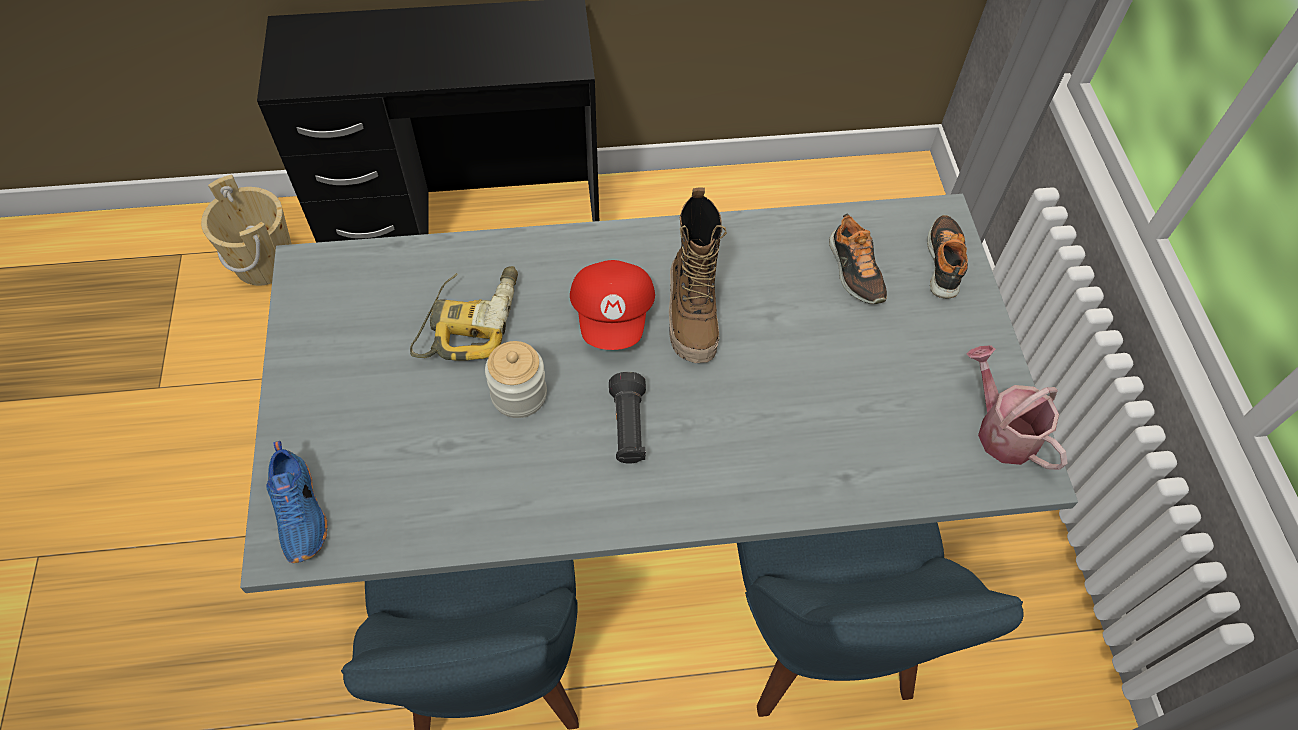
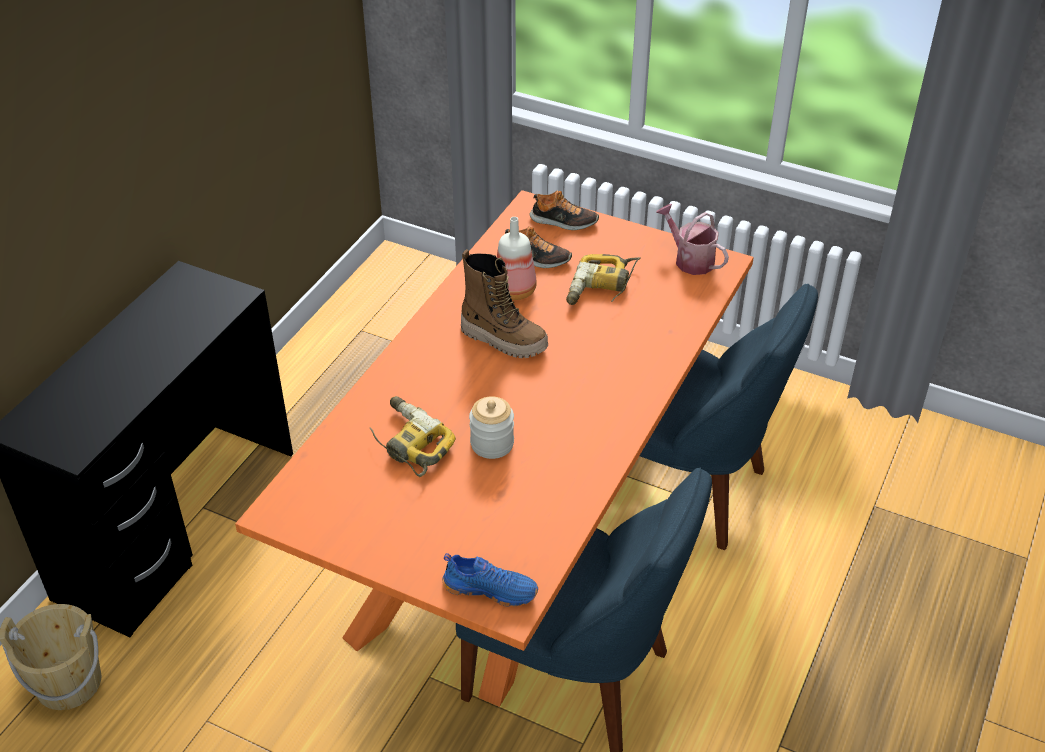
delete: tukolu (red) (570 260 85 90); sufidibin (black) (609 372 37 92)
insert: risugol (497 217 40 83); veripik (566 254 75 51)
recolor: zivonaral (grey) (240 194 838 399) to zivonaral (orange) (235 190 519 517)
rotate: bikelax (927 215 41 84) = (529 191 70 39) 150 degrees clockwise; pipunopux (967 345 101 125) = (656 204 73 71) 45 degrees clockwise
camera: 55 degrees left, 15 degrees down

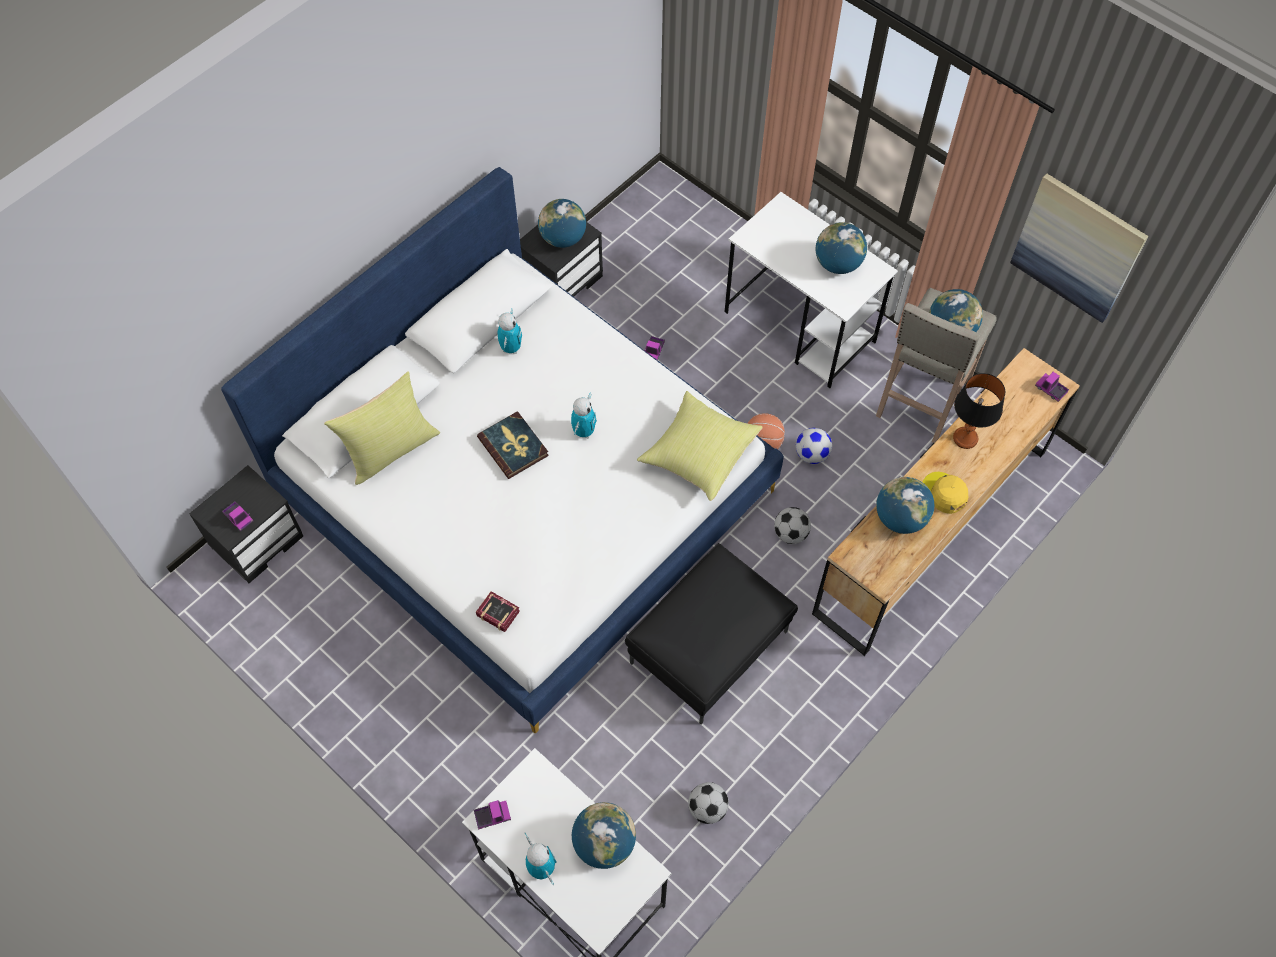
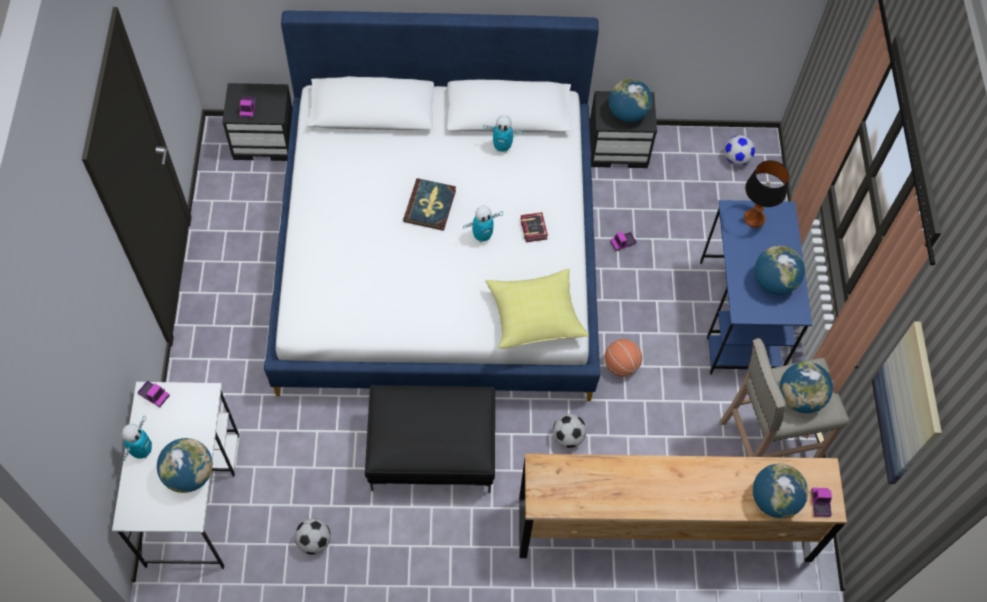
delete: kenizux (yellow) (324 371 116 114); tukolu (yellow) (923 472 45 42)
move: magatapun (476 591 44 41) to (521 212 27 30); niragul (796 428 36 36) to (724 135 31 31); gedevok (953 373 52 76) to (744 160 45 68); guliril (876 477 58 57) to (753 463 55 55)
recolor: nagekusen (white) (725 192 173 196) to nagekusen (blue) (700 200 112 174)
rotate: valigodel (498 309 24 45) = (483 115 41 38) 45 degrees clockwise
camera: 45 degrees right, 0 degrees up

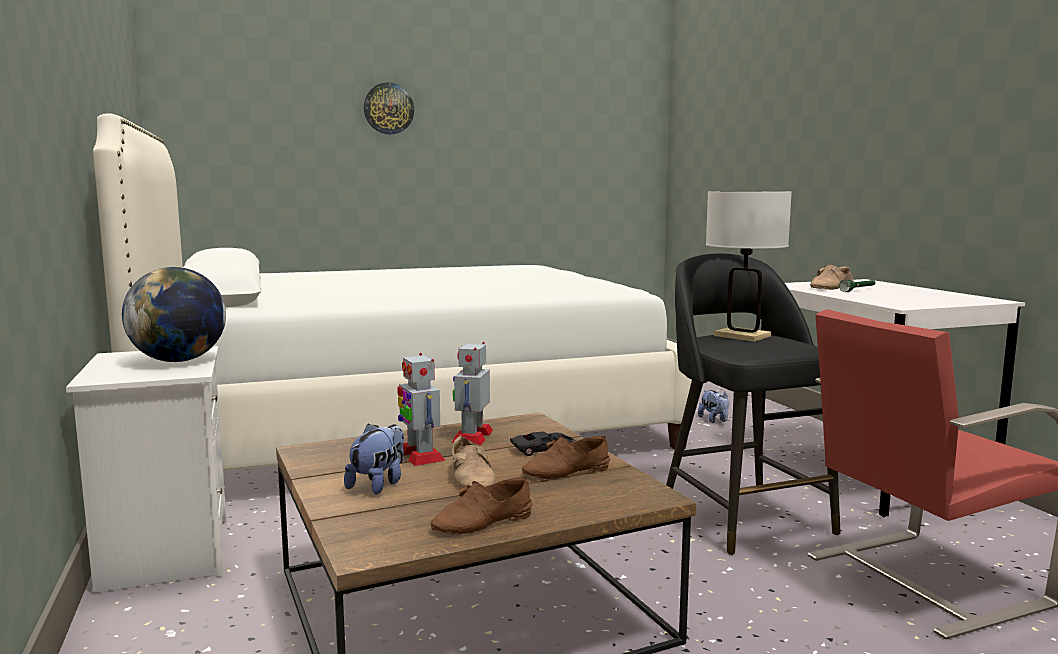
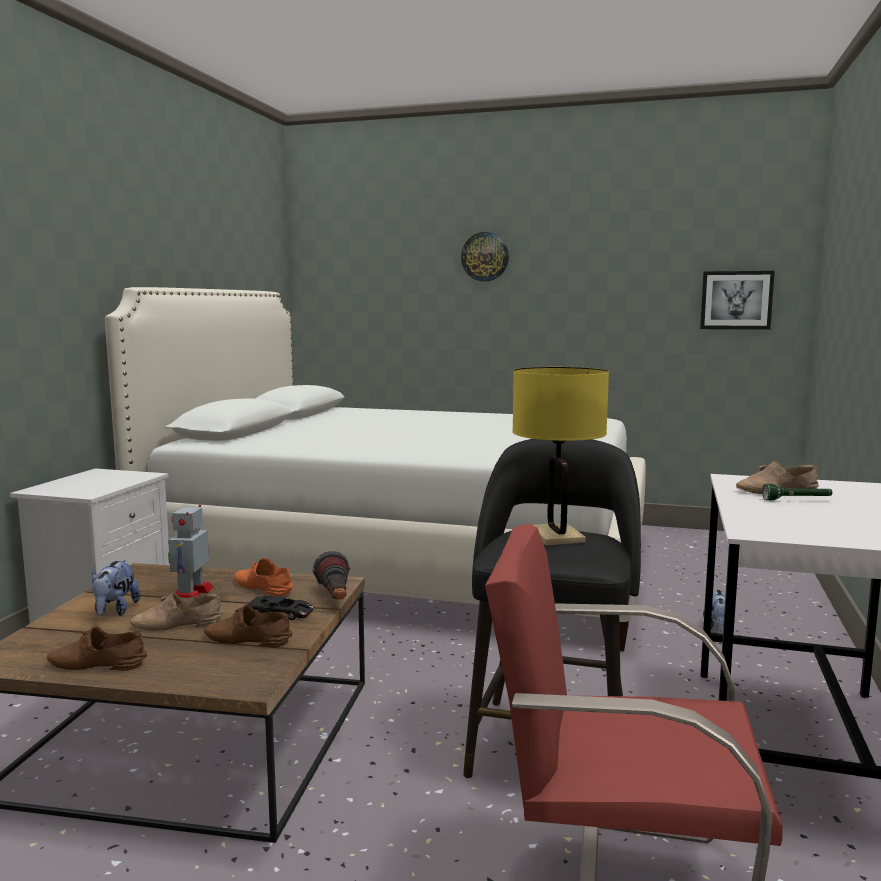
delete: guliril (122 267 104 95)
insert: sufidibin (313 551 37 49); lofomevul (700 271 75 59)
replace: valigodel (452 342 41 103) to bikelax (orange) (234 558 59 38)
recolor: gedevok (white) (706 191 86 151) to gedevok (yellow) (512 367 97 178)
rotate: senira (344 423 60 72) = (92 560 49 56) 120 degrees clockwise; bikelax (beige) (453 435 43 54) = (130 592 93 39) 60 degrees clockwise
camera: 35 degrees right, 0 degrees up

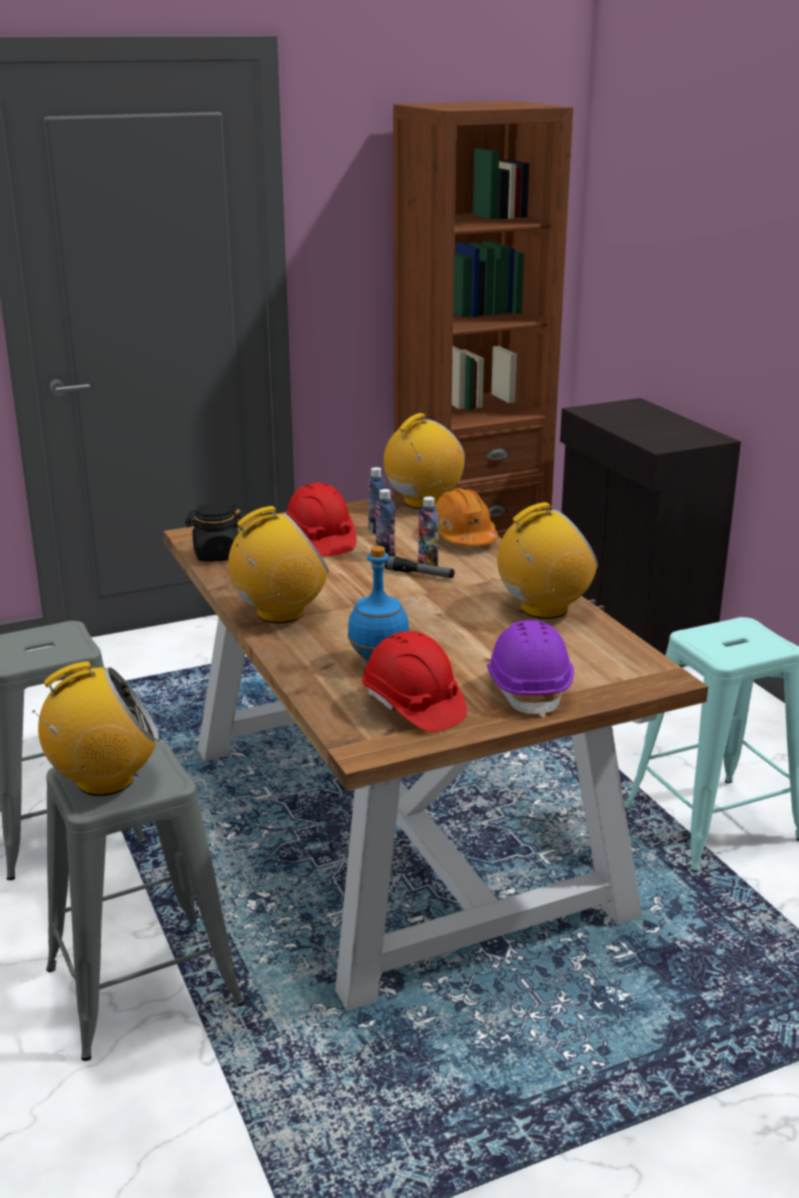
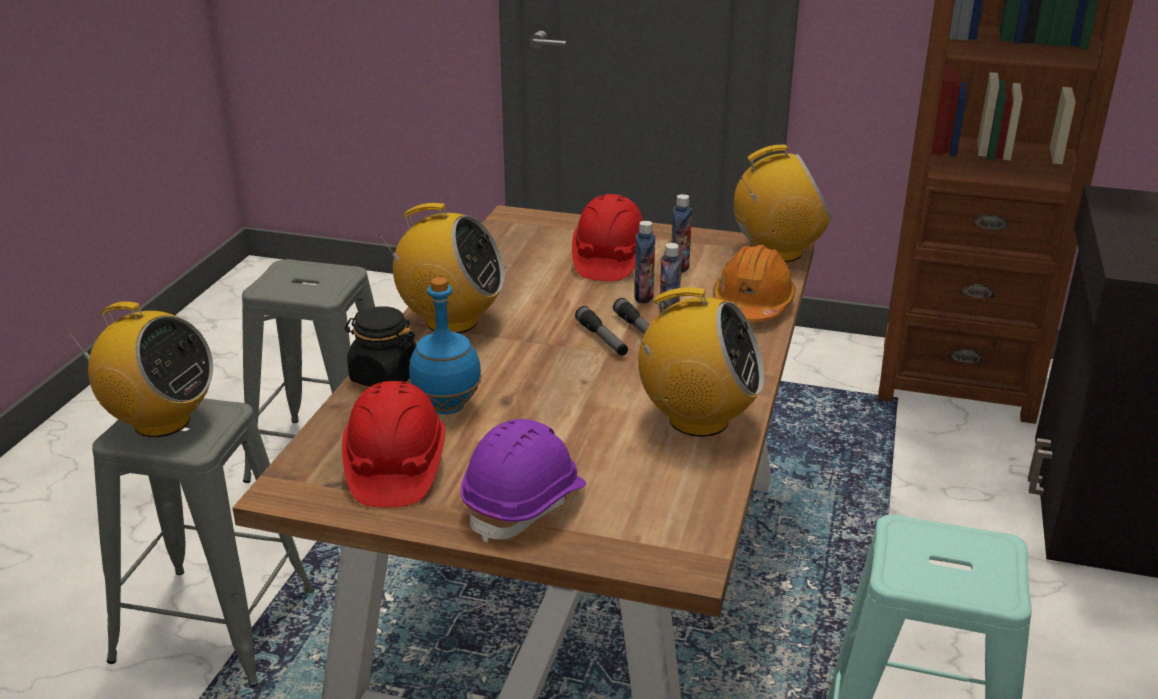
insert: sufidibin (575 306 53 50)
move: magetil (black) (185 502 57 60) to (345 306 71 81)
camera: 40 degrees right, 5 degrees up

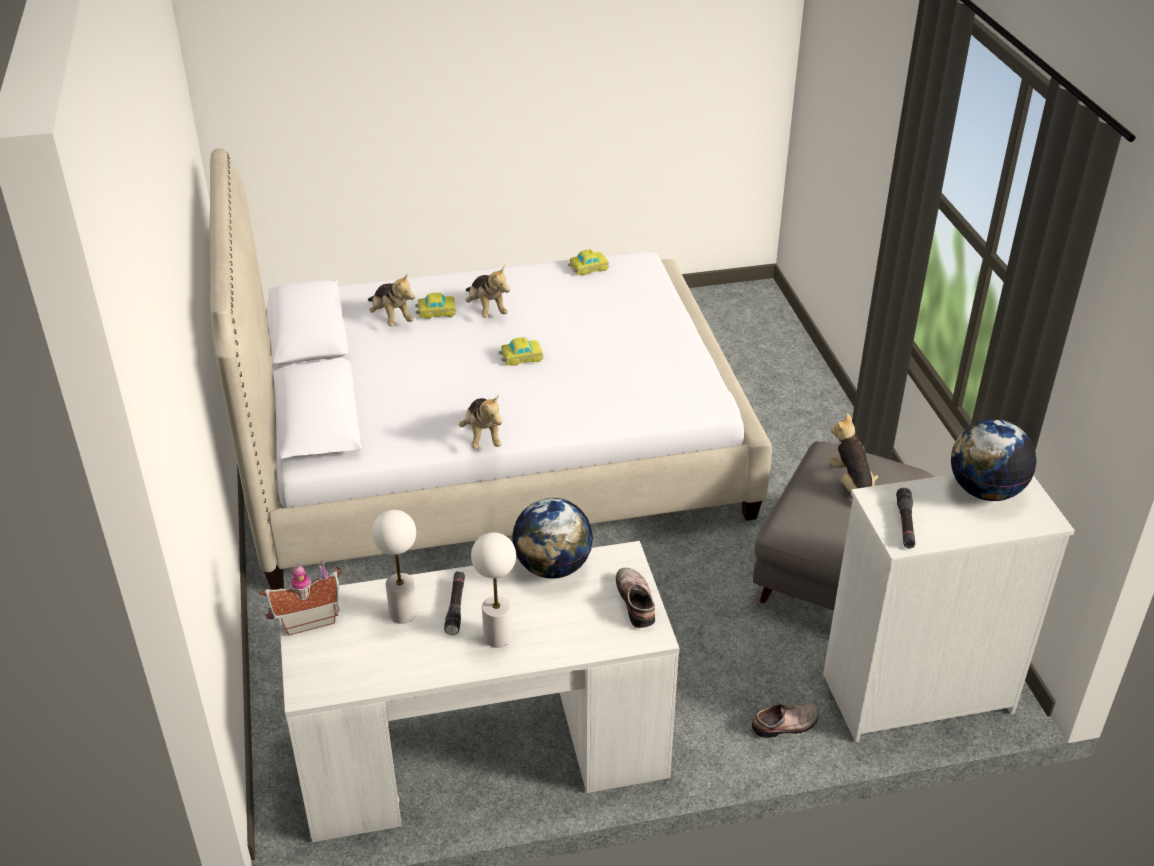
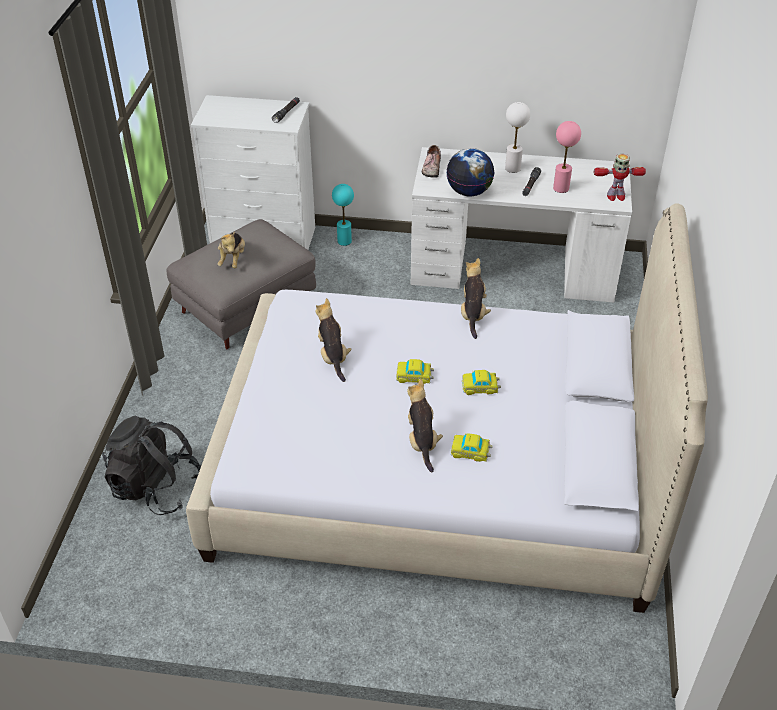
delete: guliril (951 419 86 82)
insert: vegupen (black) (102 416 99 99)
move: senira (368 272 47 54) to (316 298 36 84); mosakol (568 249 41 26) to (462 370 39 25)
replace: bikelax (752 702 67 36) to gedevok (turquoise) (332 184 22 62); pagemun (259 560 84 76) to valigodel (594 153 52 48)
recolor: gedevok (white) (372 510 45 114) to gedevok (pink) (553 121 28 72)
camera: 160 degrees left, 5 degrees up

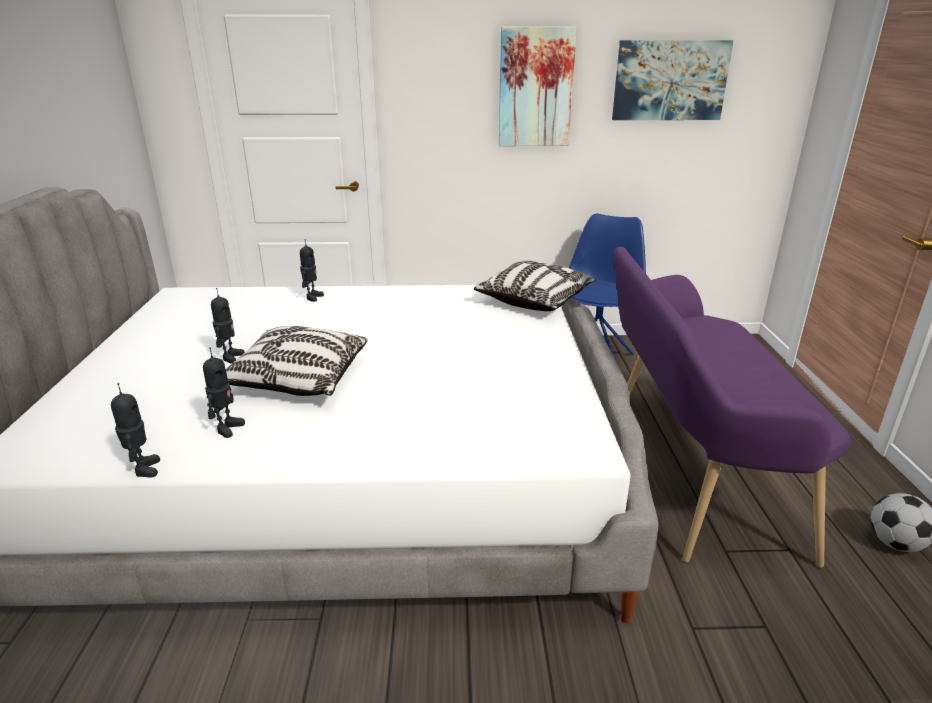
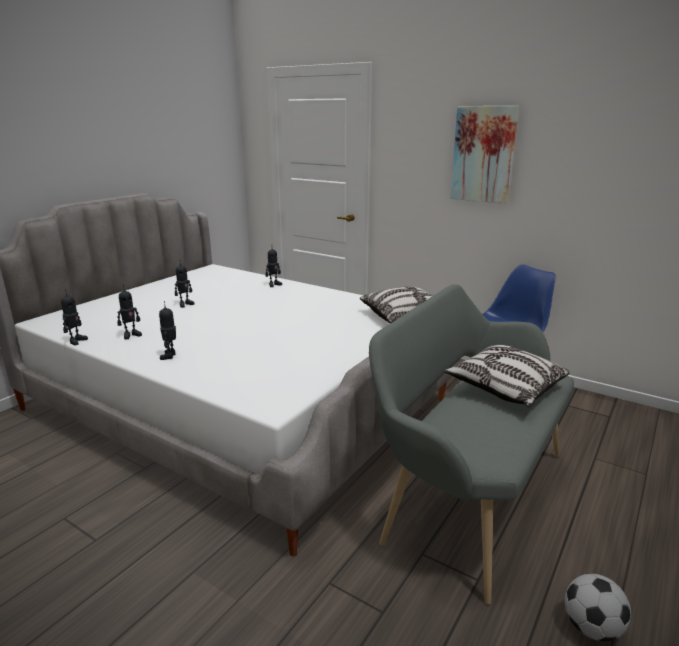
delete: lofomevul (612 40 122 80)
insert: valigodel (159 301 17 59)
move: kenizux (226 326 142 70) to (444 345 126 62)
recolor: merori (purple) (614 247 237 321) to merori (grey) (369 284 205 321)
camera: 35 degrees right, 5 degrees down

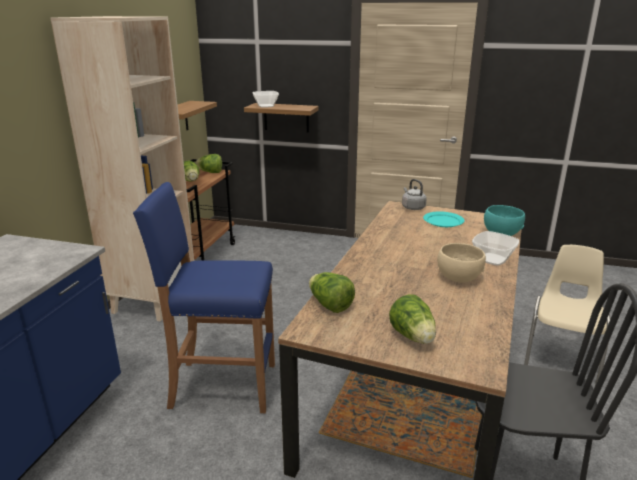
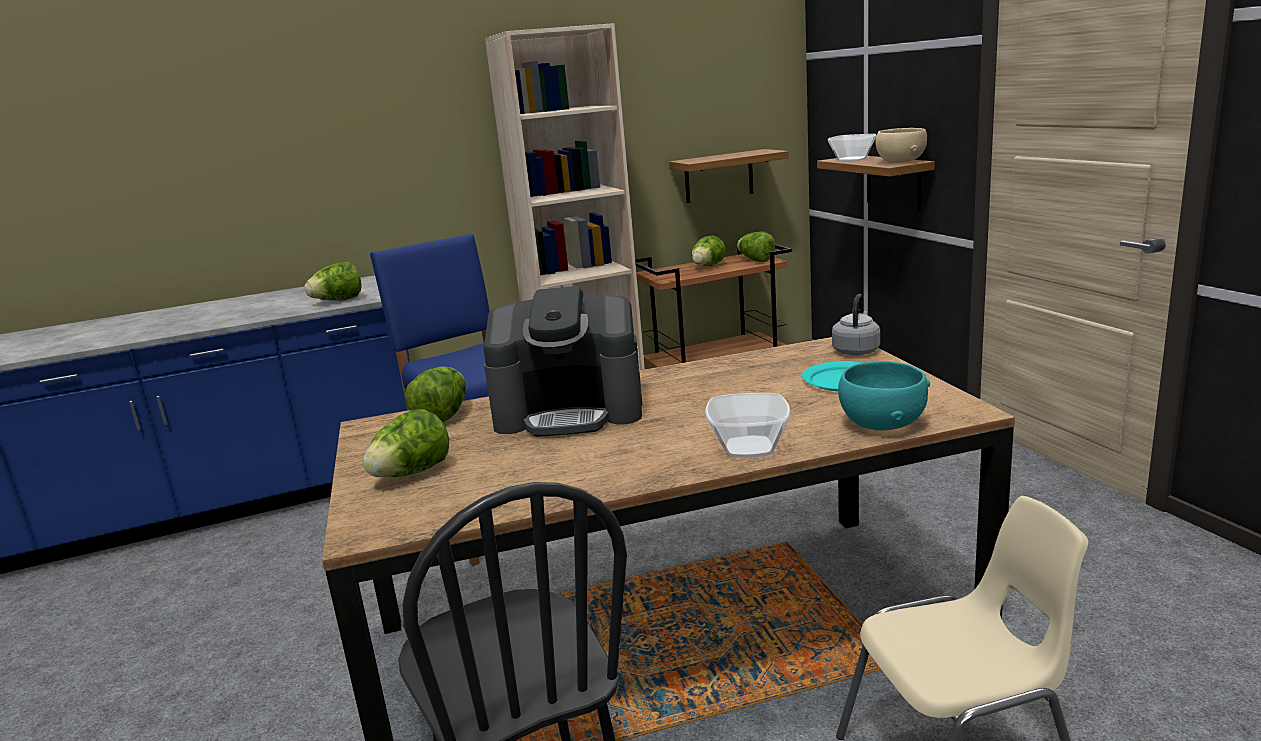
insert: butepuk (304 262 58 38); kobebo (483 286 159 151)
move: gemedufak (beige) (437 243 49 40) to (875 128 52 35)
camera: 55 degrees right, 5 degrees down

